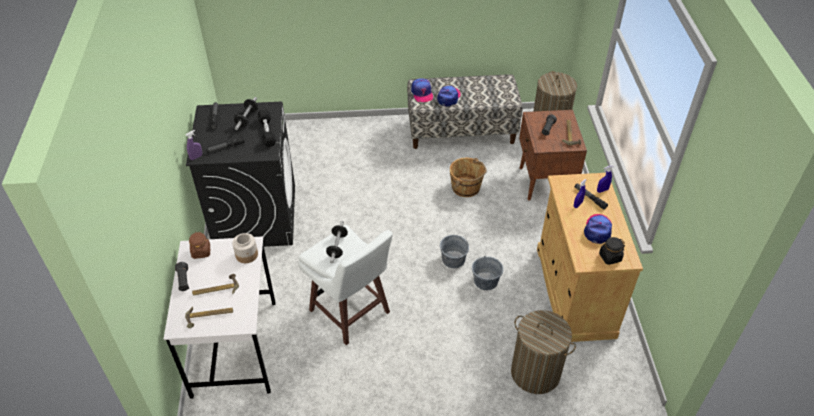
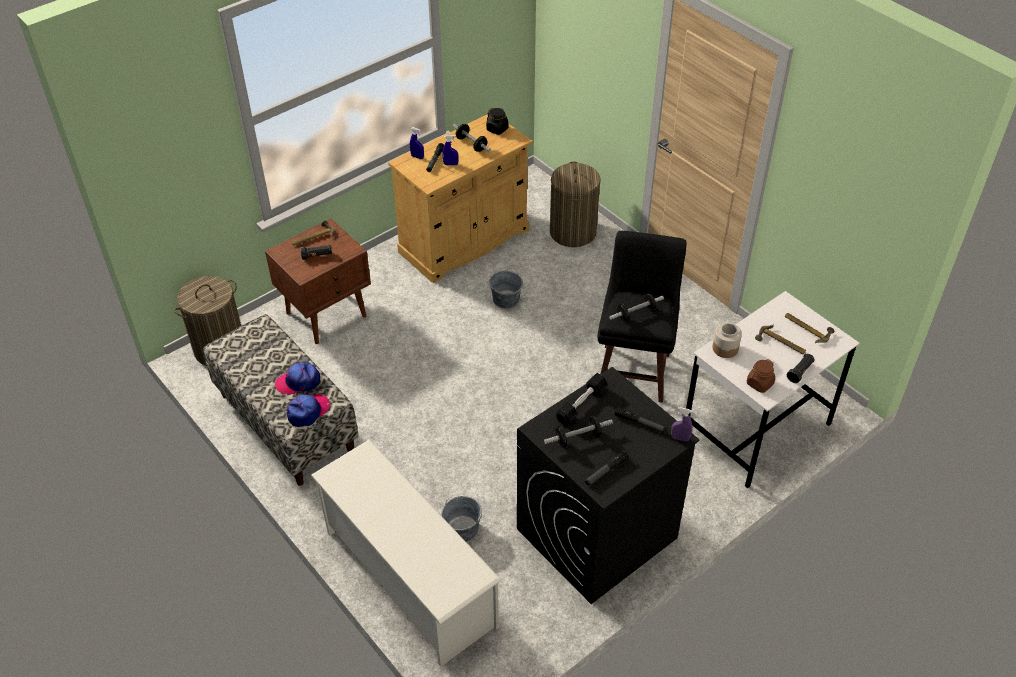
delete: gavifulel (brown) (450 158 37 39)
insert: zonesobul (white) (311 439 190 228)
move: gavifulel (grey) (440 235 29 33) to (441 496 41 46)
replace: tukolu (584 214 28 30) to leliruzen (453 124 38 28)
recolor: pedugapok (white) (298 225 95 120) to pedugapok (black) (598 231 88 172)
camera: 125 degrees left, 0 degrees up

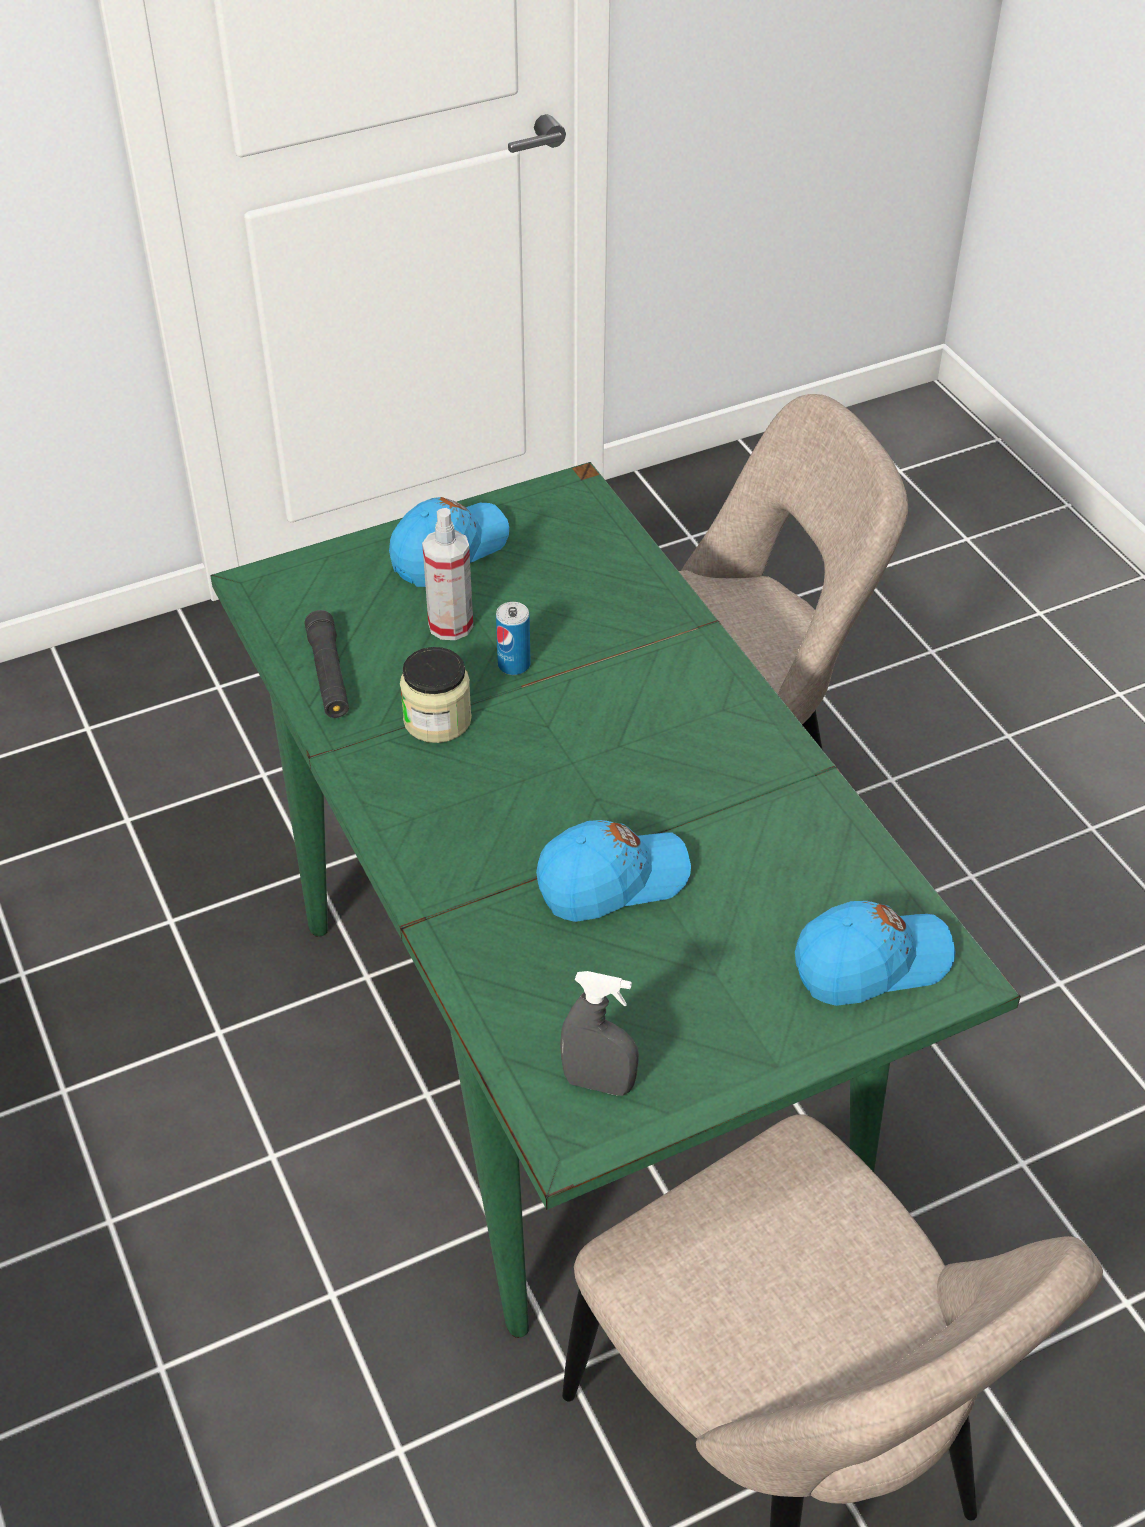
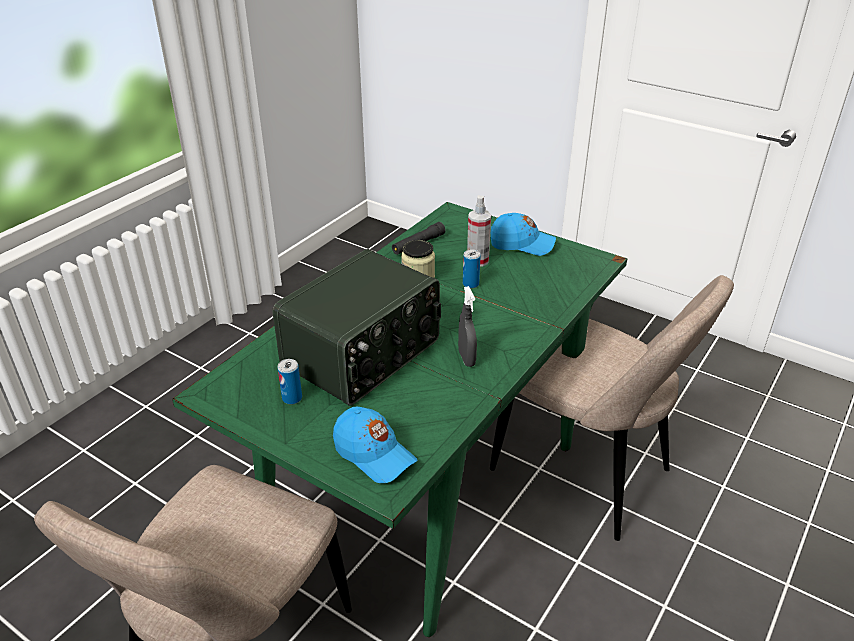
insert: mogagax (278 359 24 46)
move: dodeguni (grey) (560 971 79 125) to (458 286 19 81)
replace: tukolu (blue) (536 820 155 102) to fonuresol (273 249 168 157)
camera: 60 degrees right, 10 degrees down

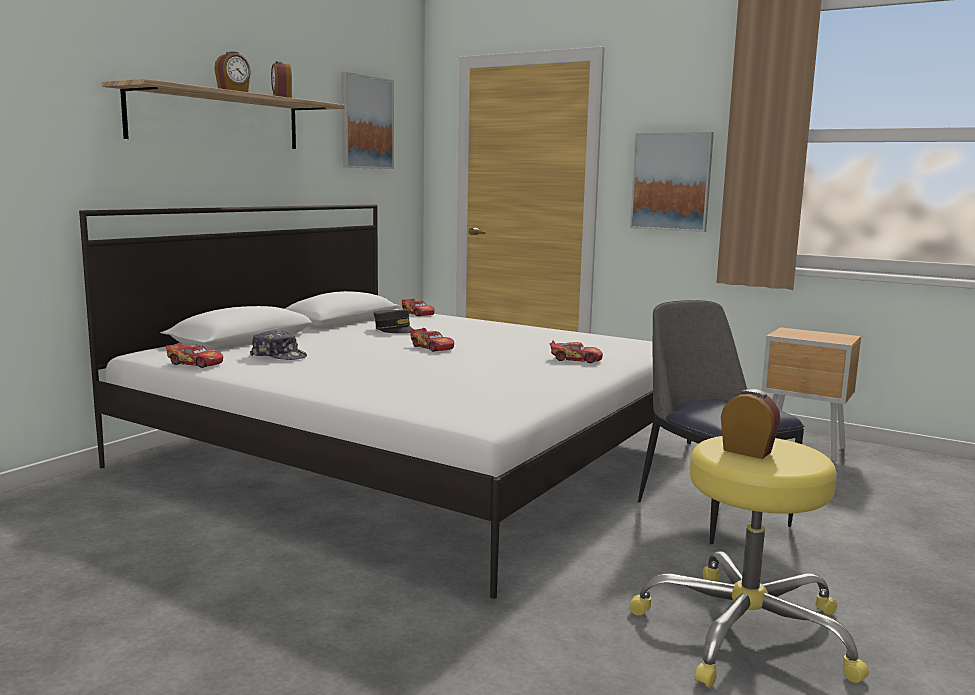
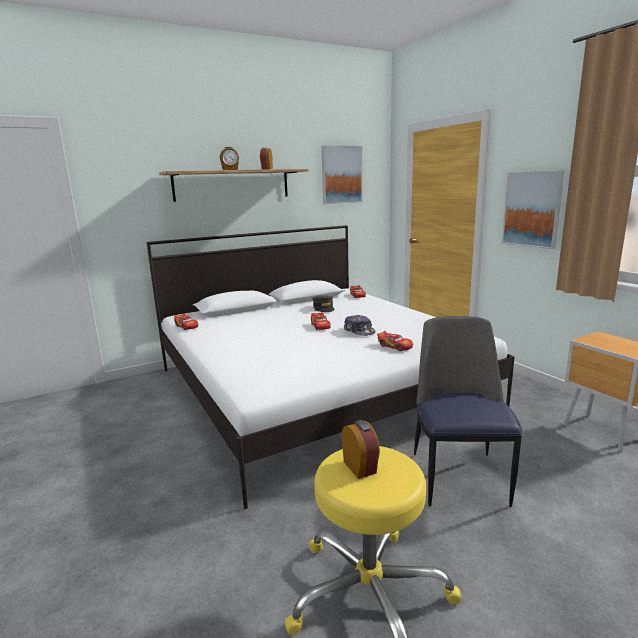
move: tukolu (250 330 57 30) to (344 315 32 21)
camera: 30 degrees right, 5 degrees up

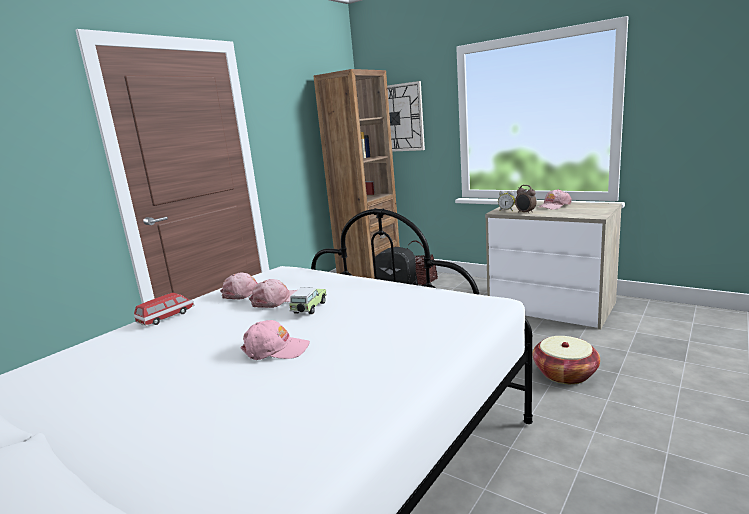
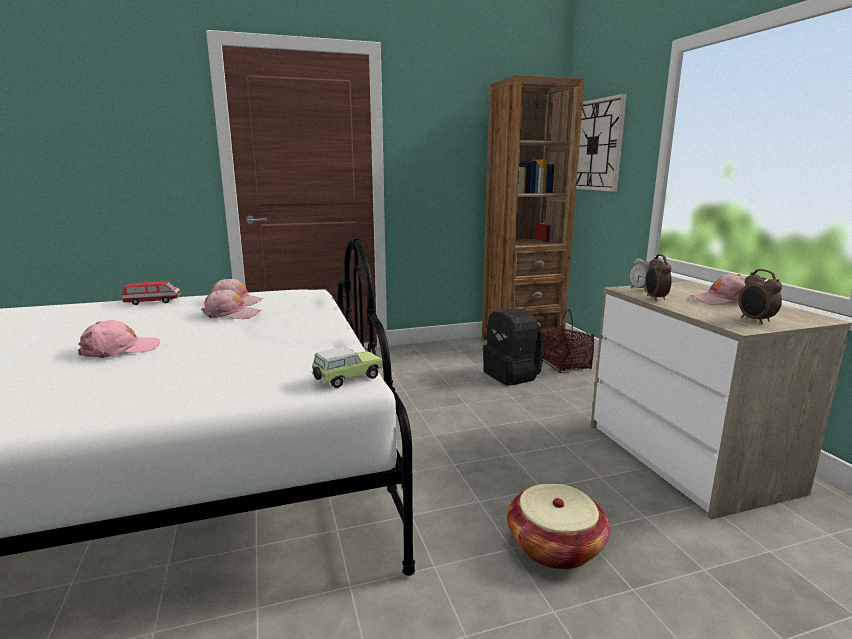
insert: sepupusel (738 269 44 55)
move: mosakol (289 288 38 26) to (312 346 71 42)
rotate: tukolu (pink) (241 320 69 40) = (78 320 82 38) 75 degrees counterclockwise
camera: 35 degrees right, 0 degrees up

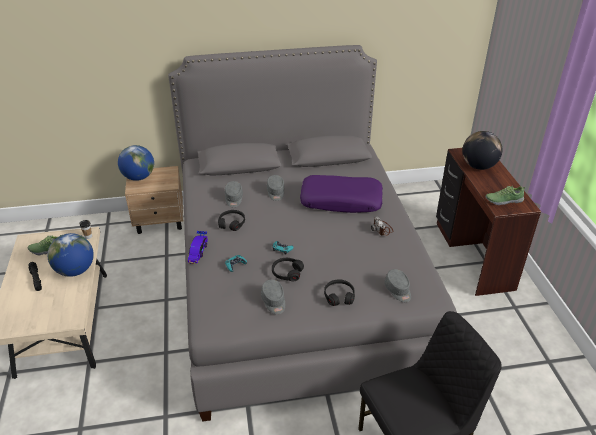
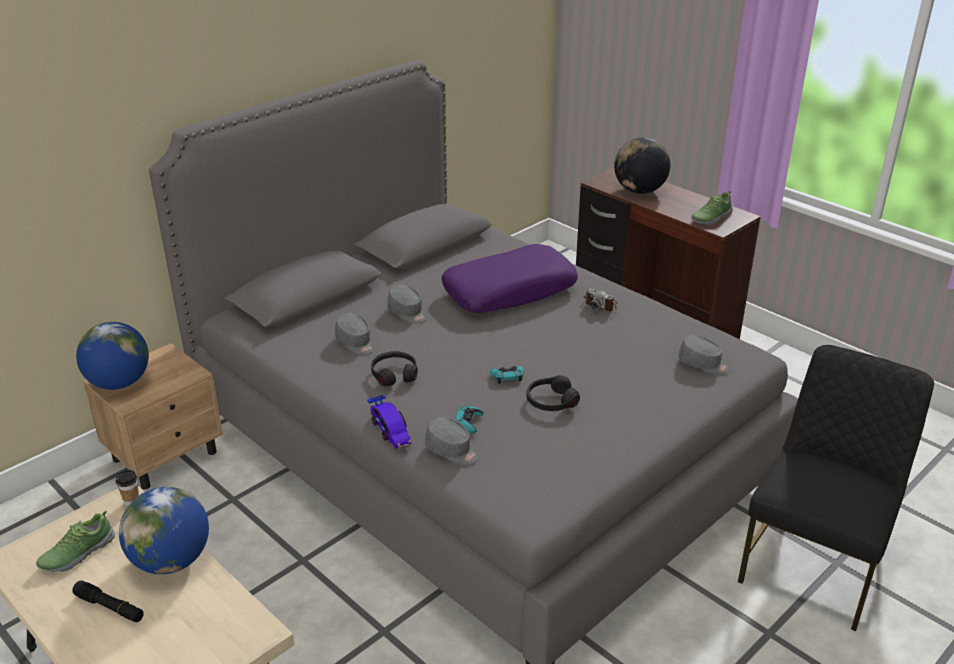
delete: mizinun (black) (324 279 31 27)
move: tukolu (grey) (261 280 24 34) to (425 417 53 48)
camera: 35 degrees left, 5 degrees down

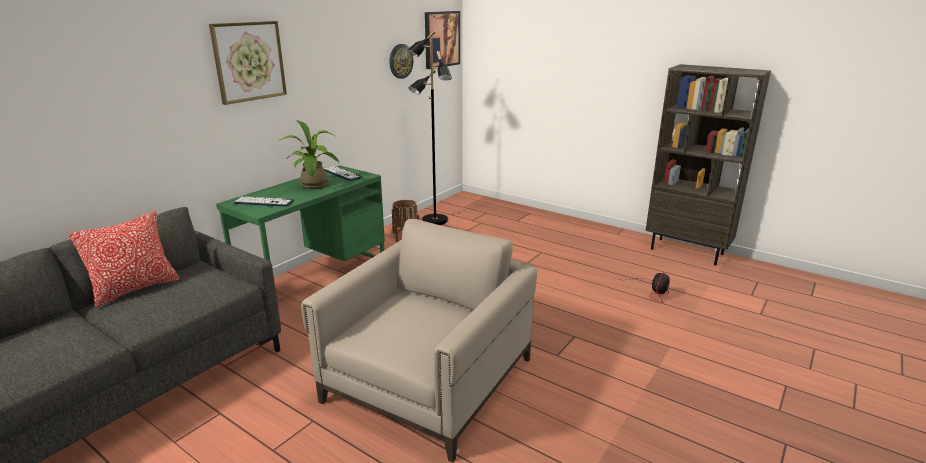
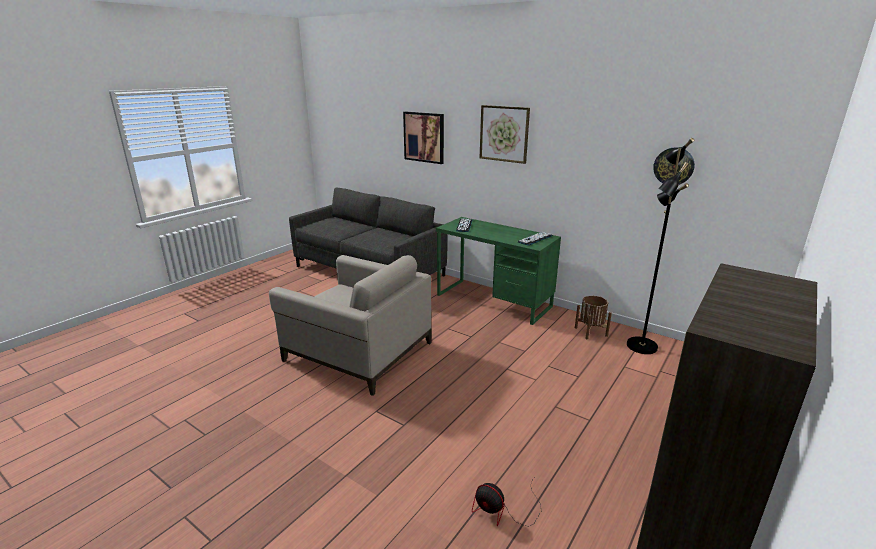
delete: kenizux (68 211 111 97); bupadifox (279 120 60 69)
move: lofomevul (425 11 35 58) to (403 111 41 53)
camera: 90 degrees right, 0 degrees up

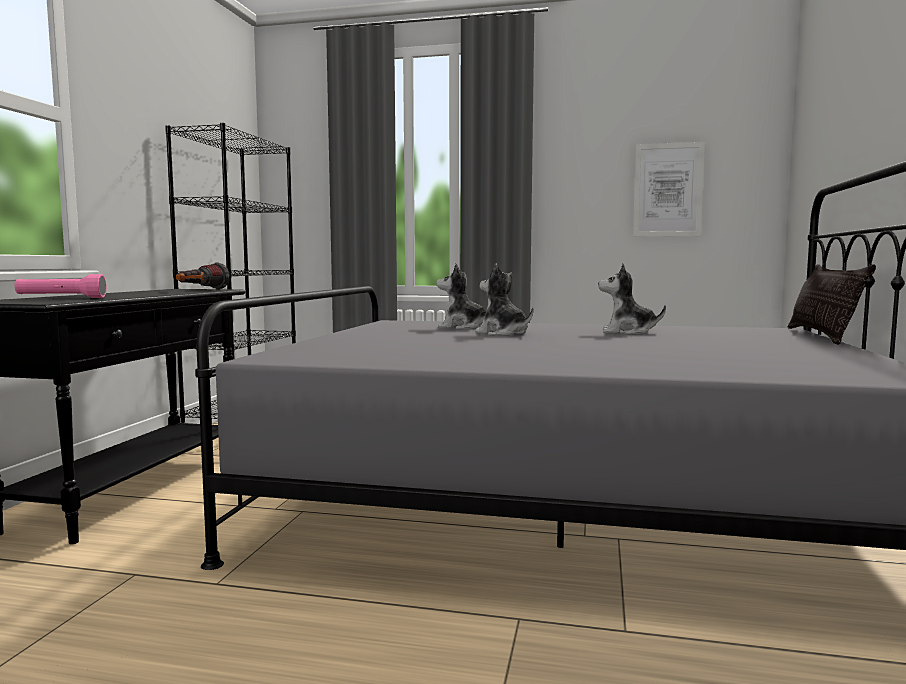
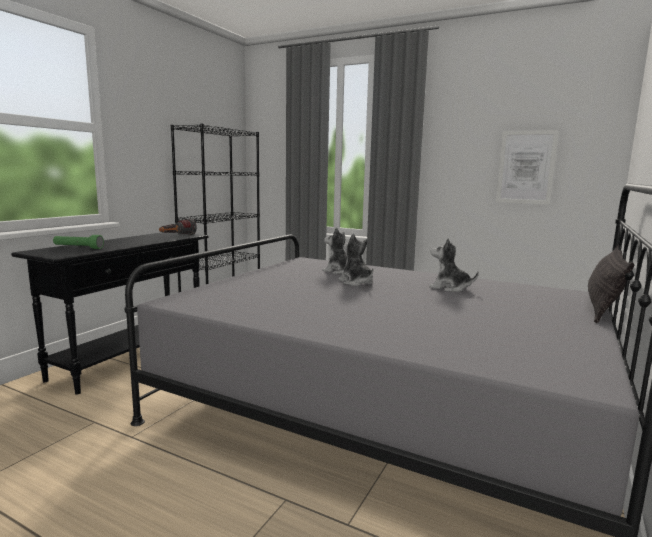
recolor: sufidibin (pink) (14 274 93 24) to sufidibin (green) (53 235 51 14)
camera: 15 degrees right, 5 degrees up

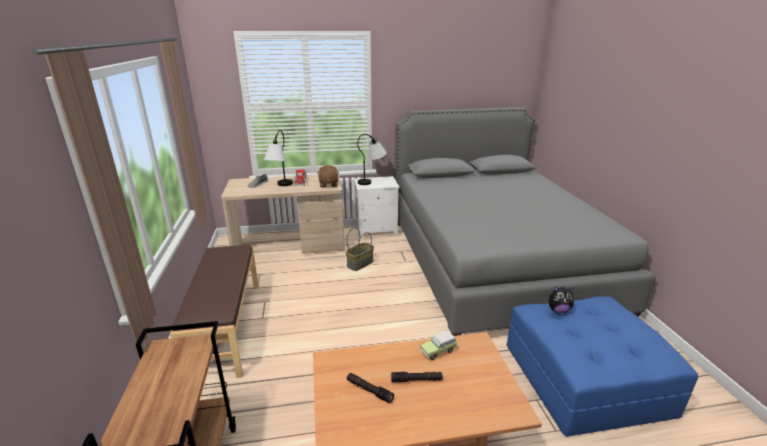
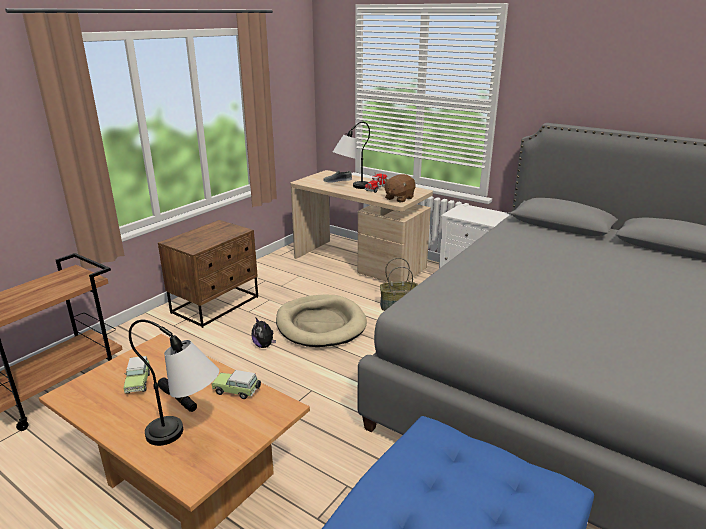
insert: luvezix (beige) (276 295 91 52)
move: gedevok (357 134 30 51) to (129 320 90 126); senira (549 286 25 27) to (252 318 24 30)
replace: sufidibin (black) (347 373 47 30) to mosakol (123 356 27 38); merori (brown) (170 245 89 133) to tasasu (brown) (158 220 100 108)
camera: 45 degrees right, 0 degrees up

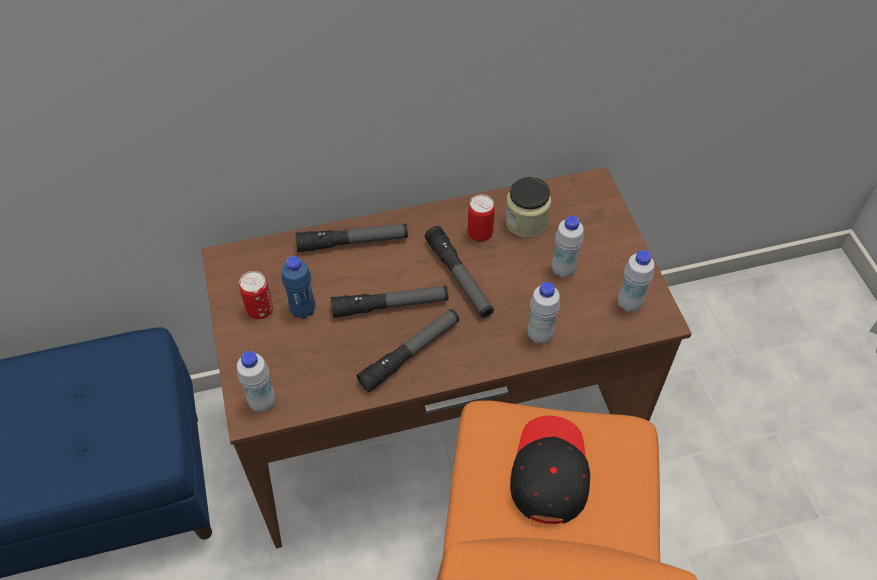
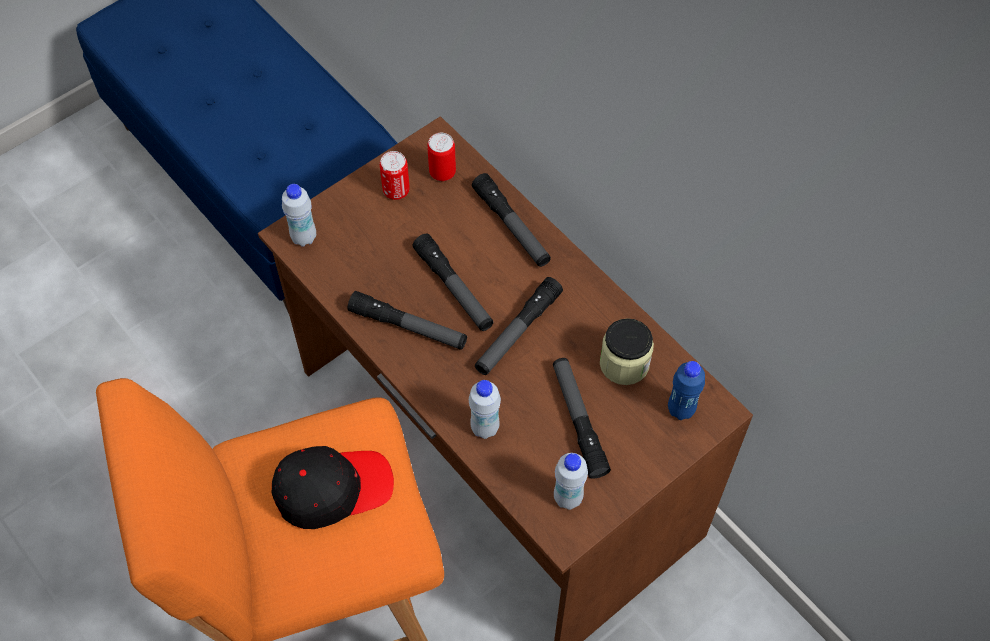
move: mogagax (468 194 27 48) to (427 133 29 48); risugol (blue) (282 256 33 63) to (668 361 37 59)
replace: risugol (white) (551 216 33 62) to sufidibin (553 358 58 121)
camera: 65 degrees right, 5 degrees up

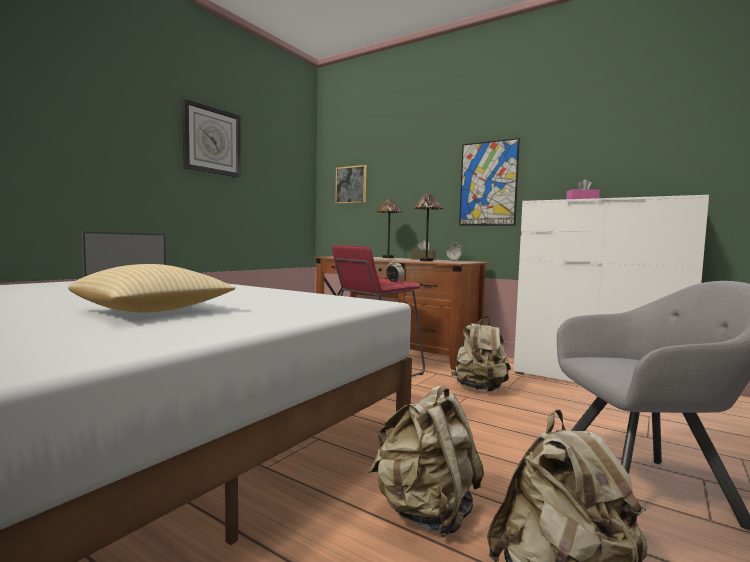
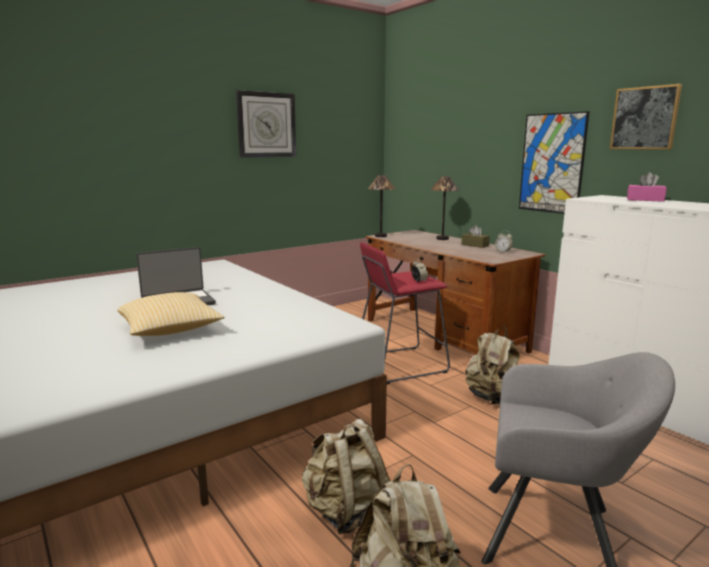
move: gedevok (413 194 31 67) to (368 175 27 62); lofomevul (335 165 31 39) to (610 84 72 66)
camera: 20 degrees right, 10 degrees up

